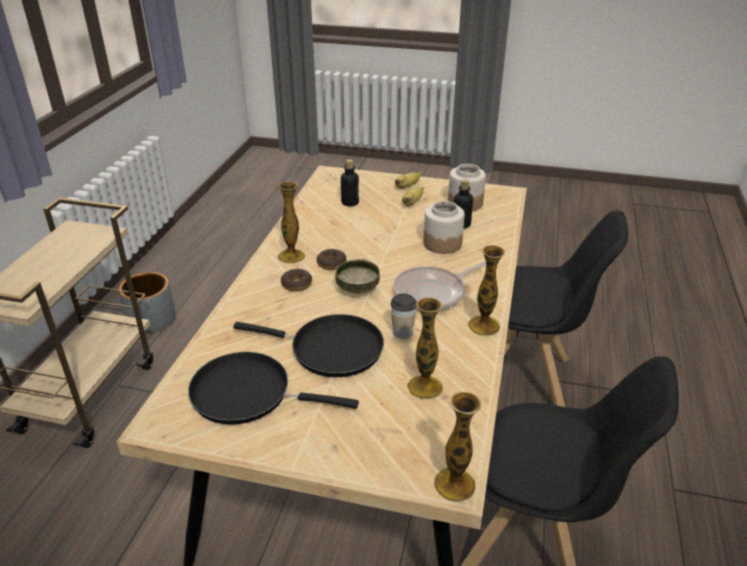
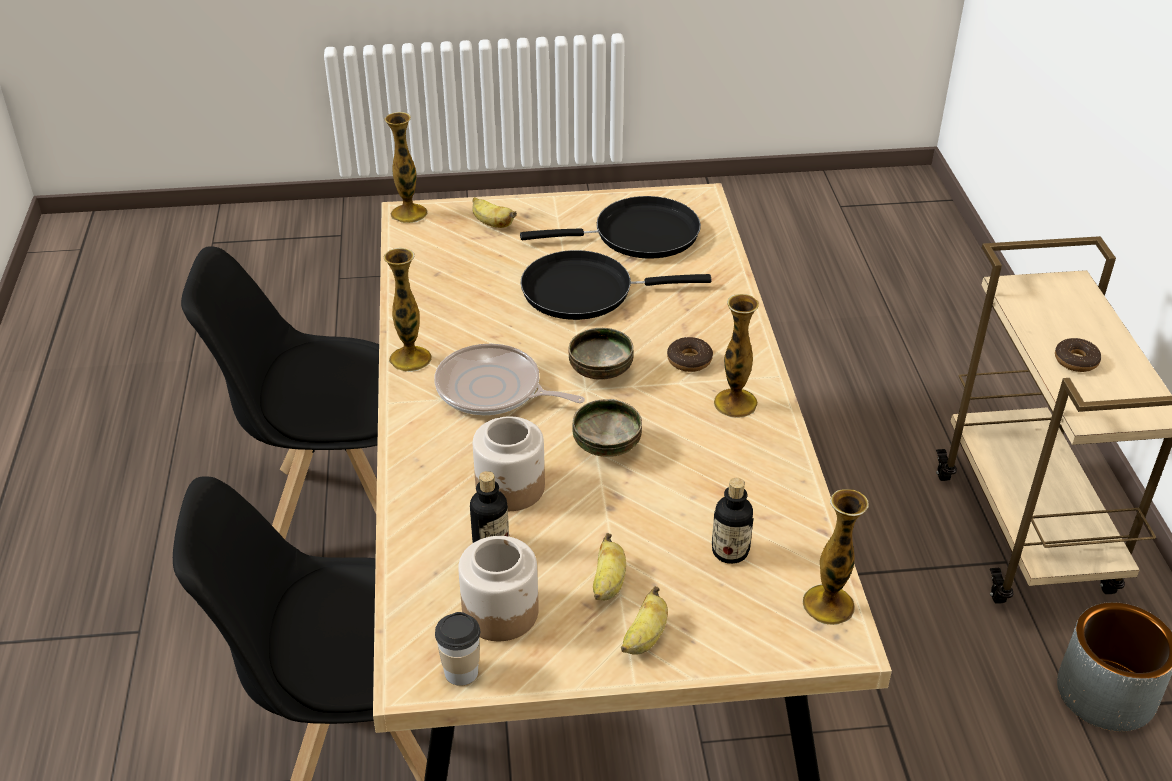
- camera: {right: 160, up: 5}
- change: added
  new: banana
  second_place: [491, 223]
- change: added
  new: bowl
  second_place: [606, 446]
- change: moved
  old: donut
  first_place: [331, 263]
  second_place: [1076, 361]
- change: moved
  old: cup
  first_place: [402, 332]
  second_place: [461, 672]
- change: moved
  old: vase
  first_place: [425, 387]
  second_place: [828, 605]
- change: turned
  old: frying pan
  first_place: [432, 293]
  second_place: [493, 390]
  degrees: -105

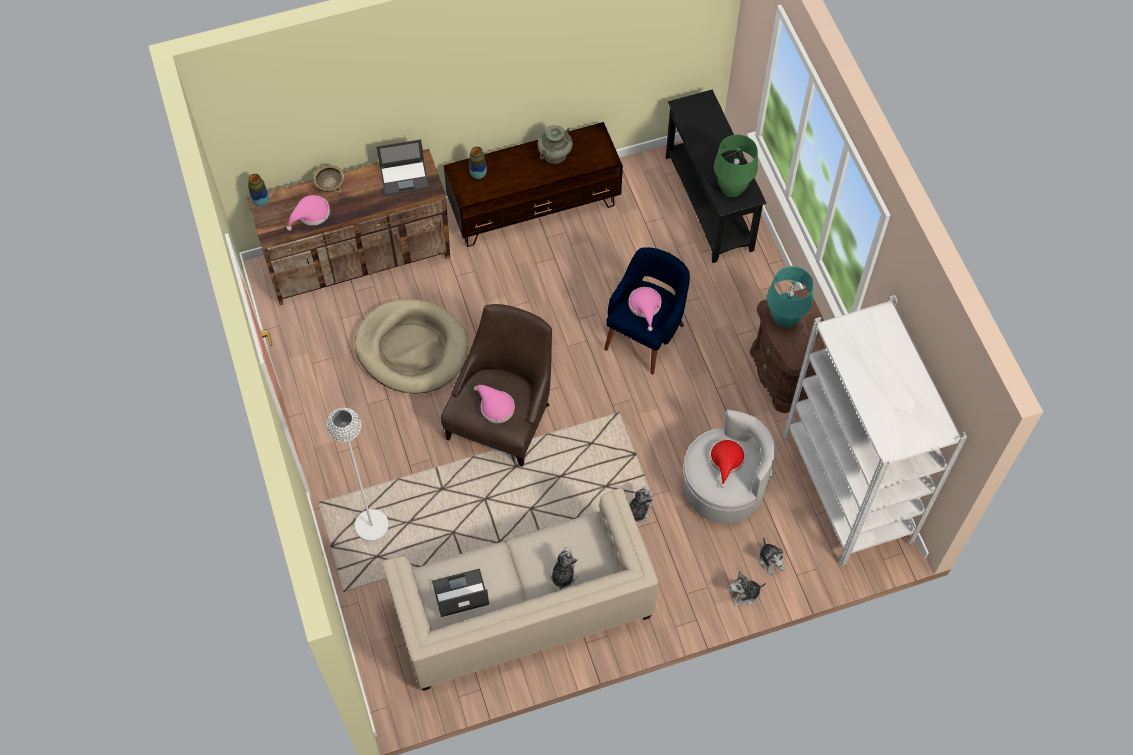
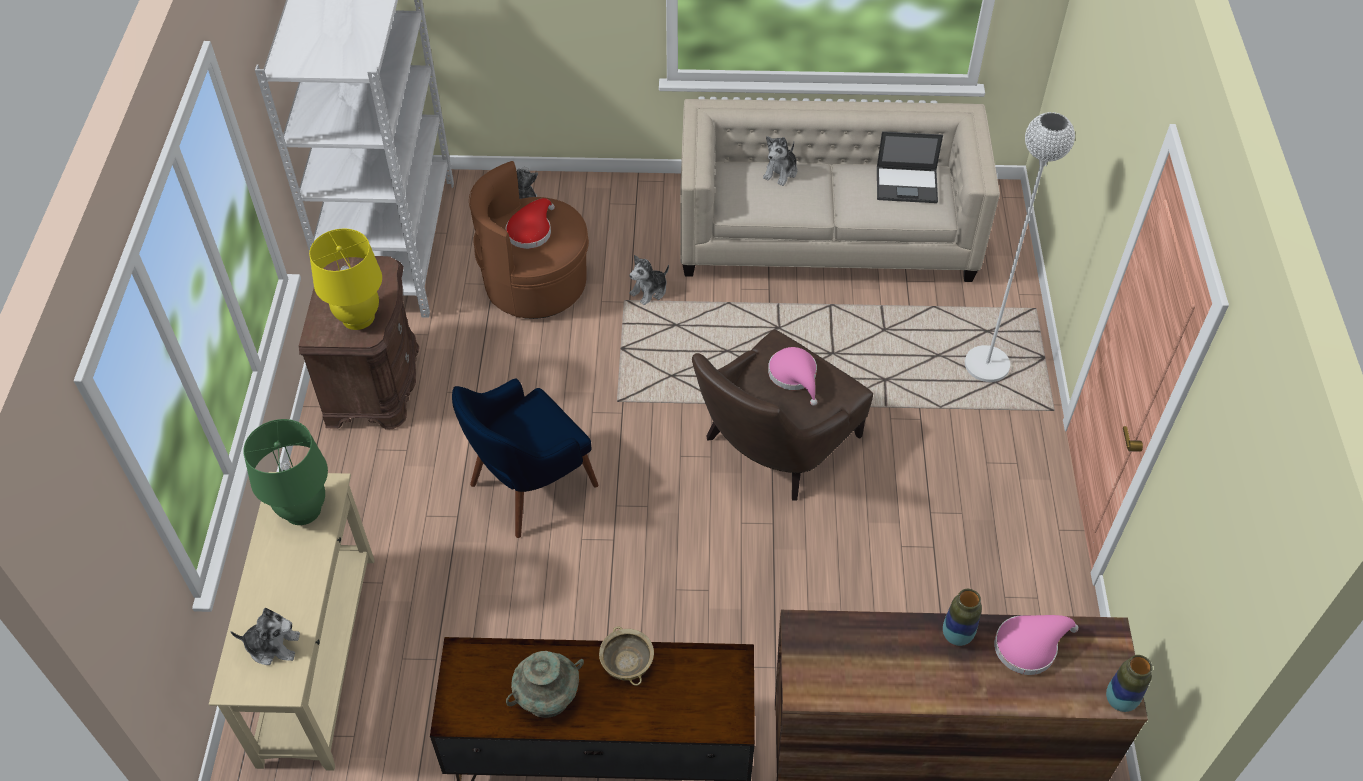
- camera: {right: -160, up: -10}
- change: removed
  old: dog bed (beige)
  first_place: [412, 349]
- change: removed
  old: laptop
  first_place: [405, 177]
- change: removed
  old: hat (pink)
  first_place: [645, 307]
- change: moved
  old: bowl (beige)
  first_place: [330, 184]
  second_place: [626, 663]
- change: moved
  old: vase
  first_place: [478, 174]
  second_place: [957, 635]
- change: moved
  old: plush toy
  first_place: [744, 594]
  second_place: [273, 645]
- change: recoloured
  old: console table (black)
  new: console table (beige)
  first_place: [709, 204]
  second_place: [317, 658]
- change: recoloured
  old: armchair (white)
  new: armchair (brown)
  first_place: [723, 489]
  second_place: [536, 284]
- change: recoloured
  old: table lamp (turquoise)
  new: table lamp (yellow)
  first_place: [785, 318]
  second_place: [358, 317]

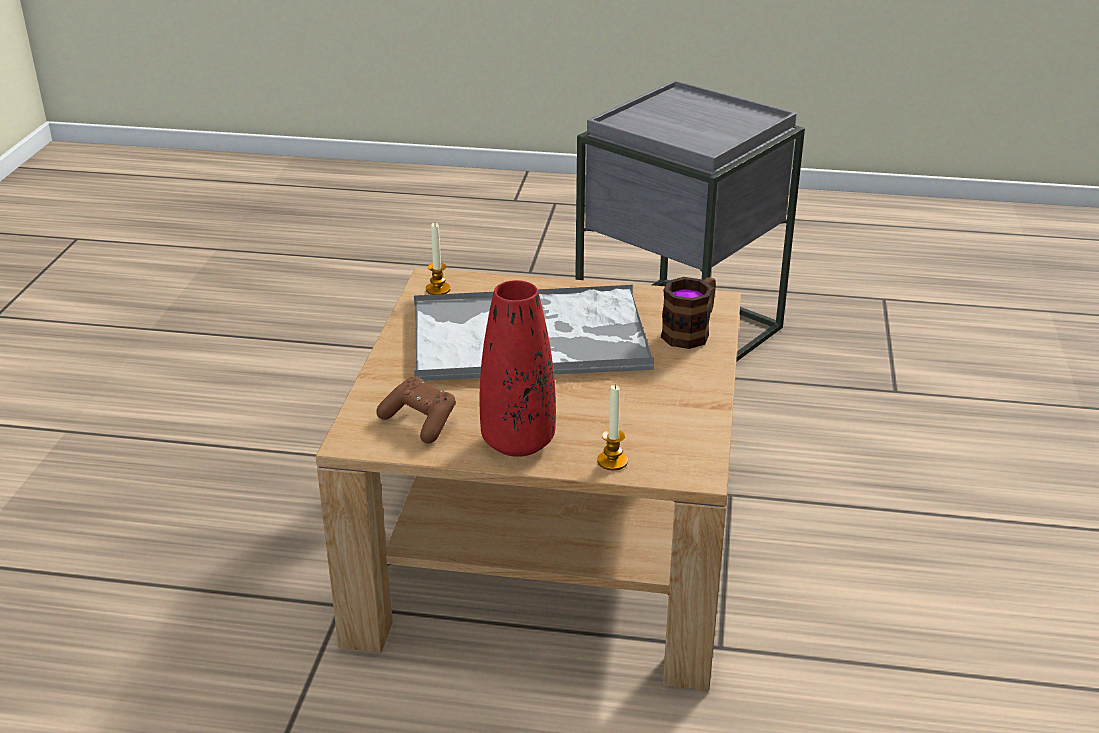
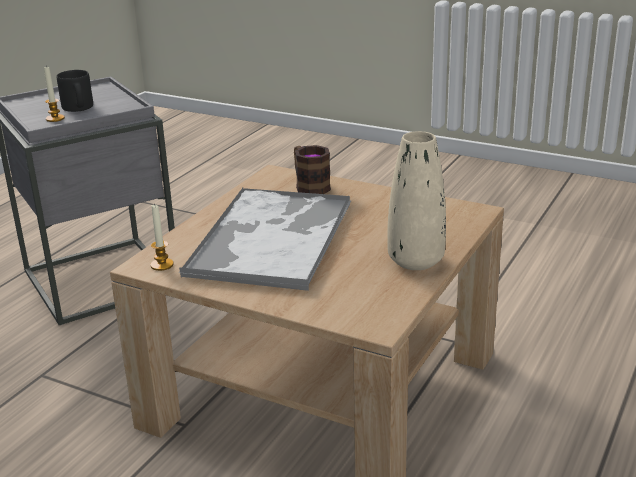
- camera: {right: -70, up: -5}
- change: removed
  old: game controller (brown)
  first_place: [420, 421]
- change: added
  new: mug (black)
  second_place: [78, 108]
- change: moved
  old: candle
  first_place: [612, 461]
  second_place: [55, 118]
- change: recoloured
  old: vase (red)
  new: vase (beige)
  first_place: [518, 442]
  second_place: [415, 261]

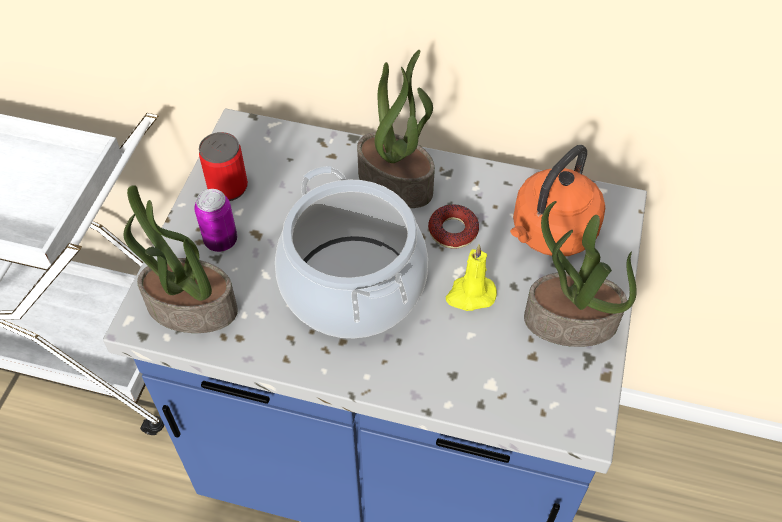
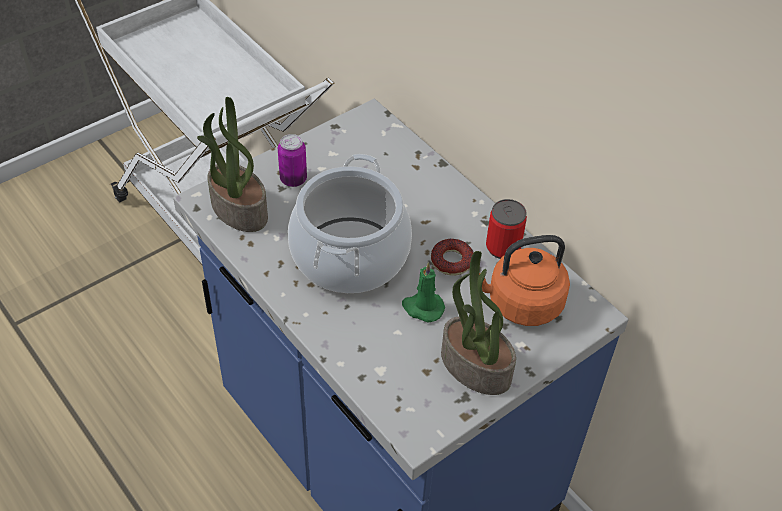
- camera: {right: 35, up: -5}
- change: removed
  old: potted plant
  first_place: [397, 183]
- change: moved
  old: can
  first_place: [228, 187]
  second_place: [503, 247]
- change: recoloured
  old: candle (yellow)
  new: candle (green)
  first_place: [470, 295]
  second_place: [422, 307]

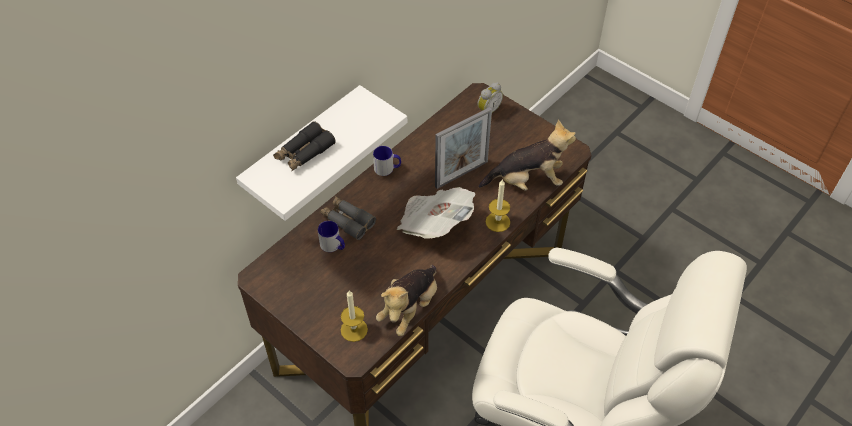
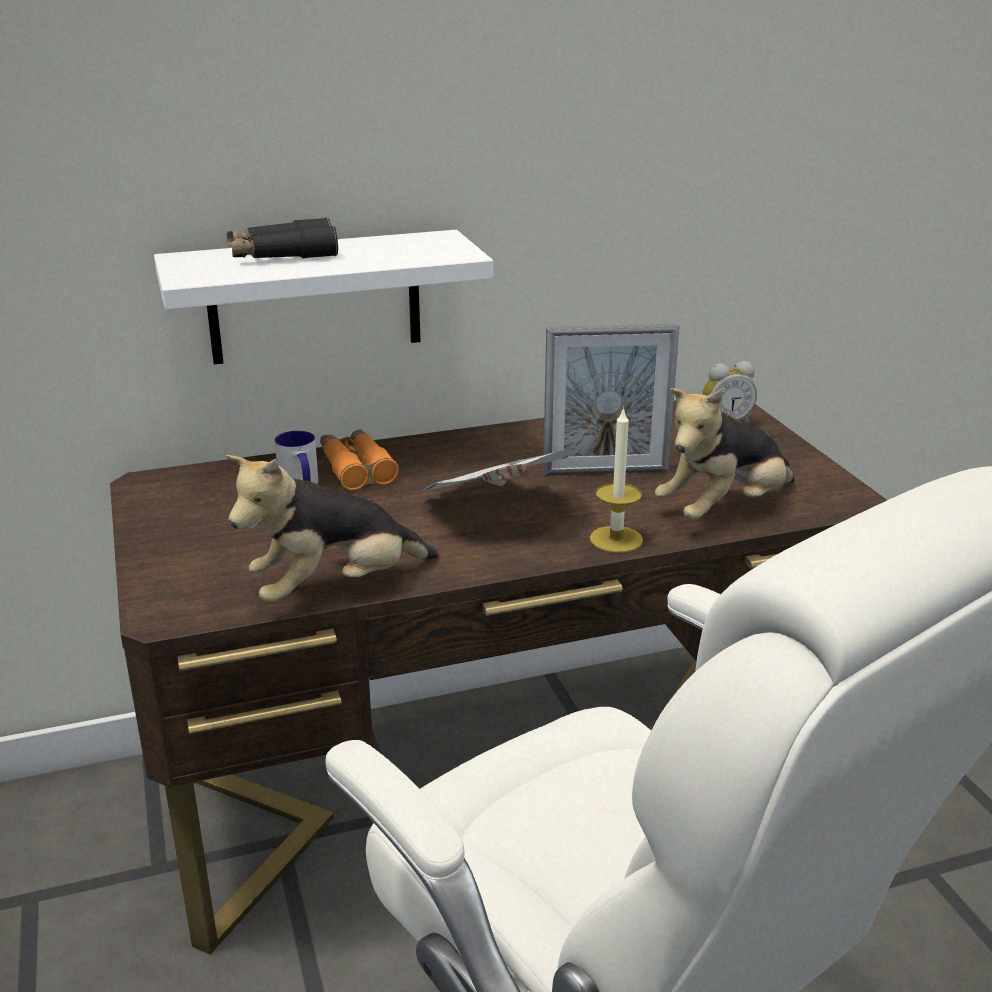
- camera: {right: 30, up: -25}
- change: removed
  old: candle
  first_place: [354, 329]
- change: removed
  old: mug
  first_place: [387, 168]
- change: recoloured
  old: binoculars (grey)
  new: binoculars (orange)
  first_place: [347, 221]
  second_place: [356, 468]
- change: turned
  old: plush toy
  first_place: [527, 181]
  second_place: [724, 510]
  degrees: 120

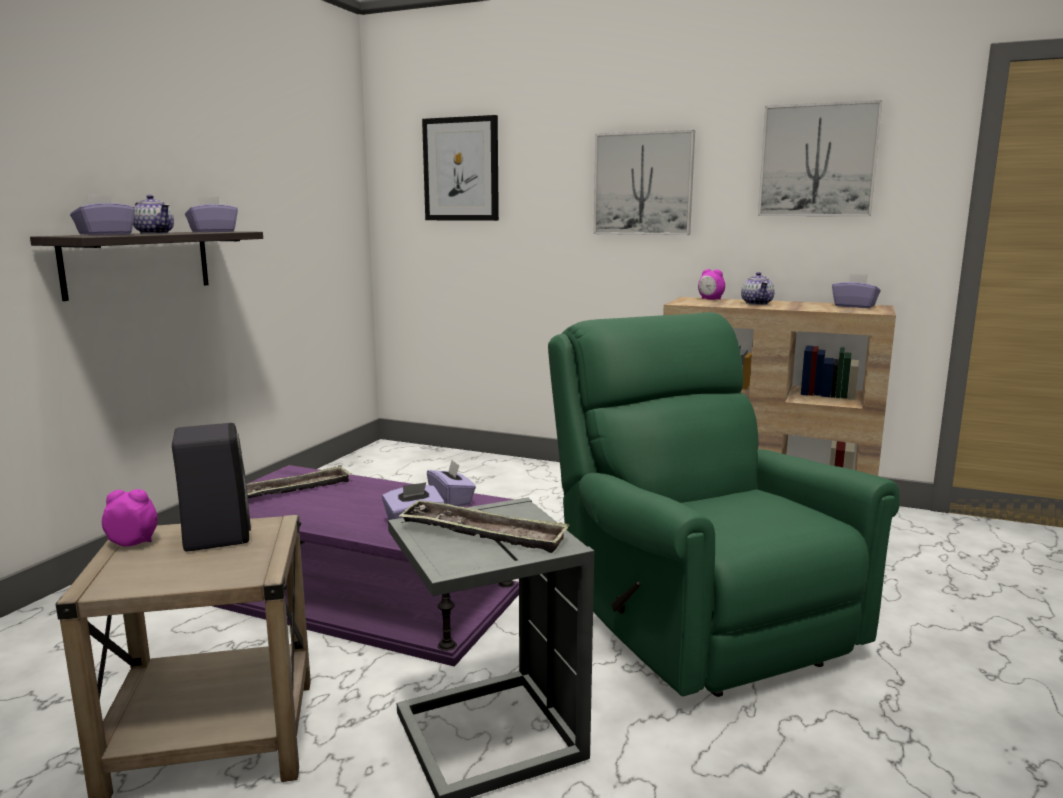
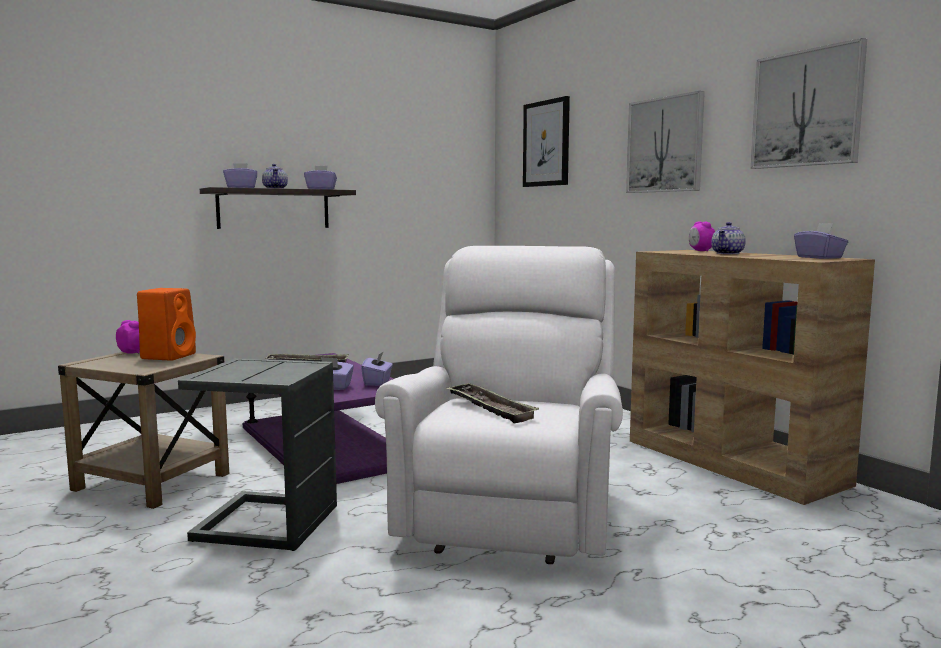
- camera: {right: 35, up: -5}
- change: moved
  old: tray
  first_place: [483, 534]
  second_place: [489, 408]
- change: recoloured
  old: speaker (black)
  new: speaker (orange)
  first_place: [216, 535]
  second_place: [169, 356]
- change: recoloured
  old: armchair (green)
  new: armchair (white)
  first_place: [695, 617]
  second_place: [512, 511]

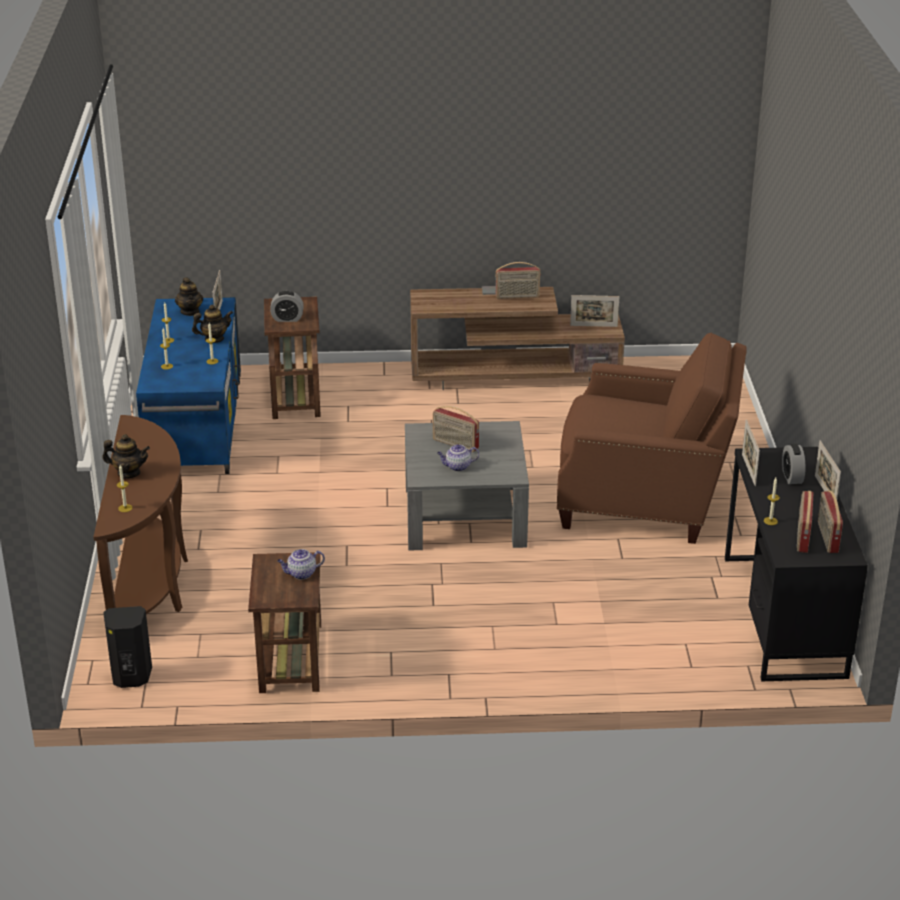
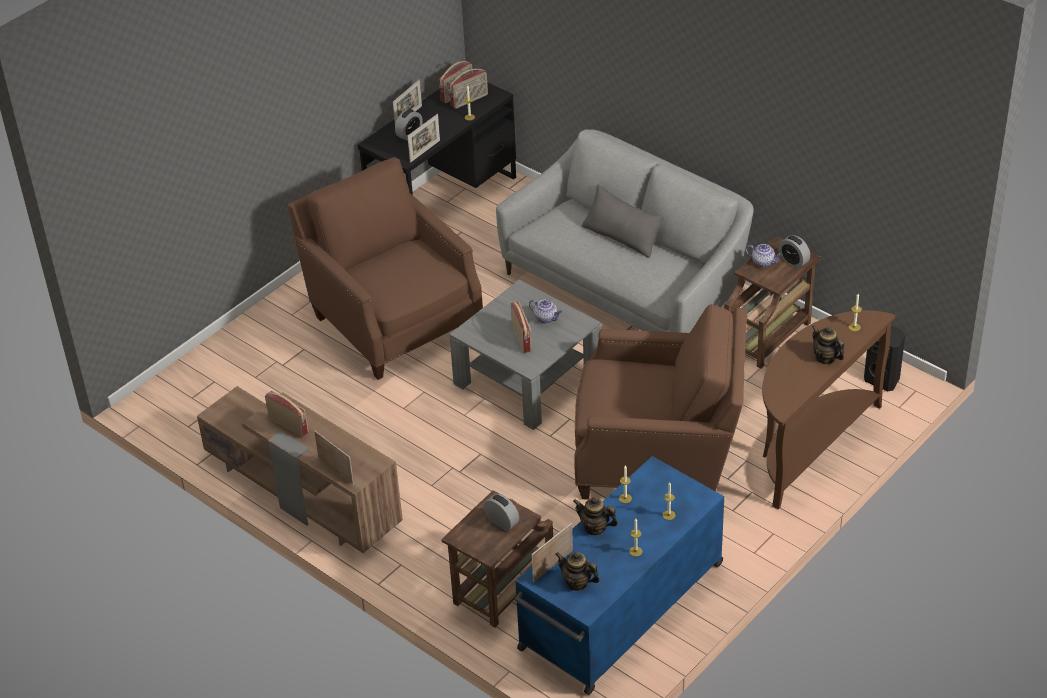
- camera: {right: -135, up: 10}
- change: added
  new: sofa (grey)
  second_place: [628, 286]
- change: added
  new: armchair (brown)
  second_place: [659, 457]
- change: added
  new: alarm clock
  second_place: [793, 261]
- change: moved
  old: picture frame
  first_place: [593, 326]
  second_place: [335, 470]
- change: turned
  old: teapot
  first_place: [190, 312]
  second_place: [577, 583]
  degrees: -90

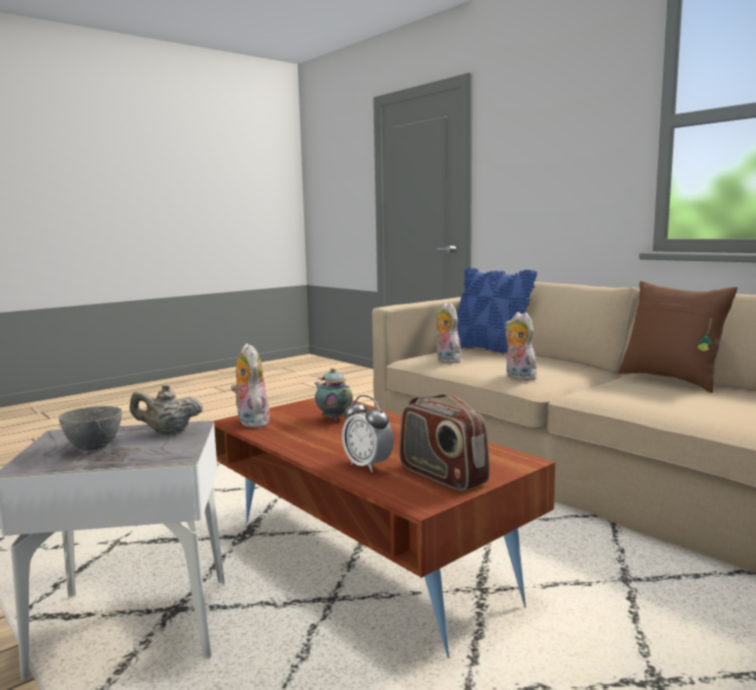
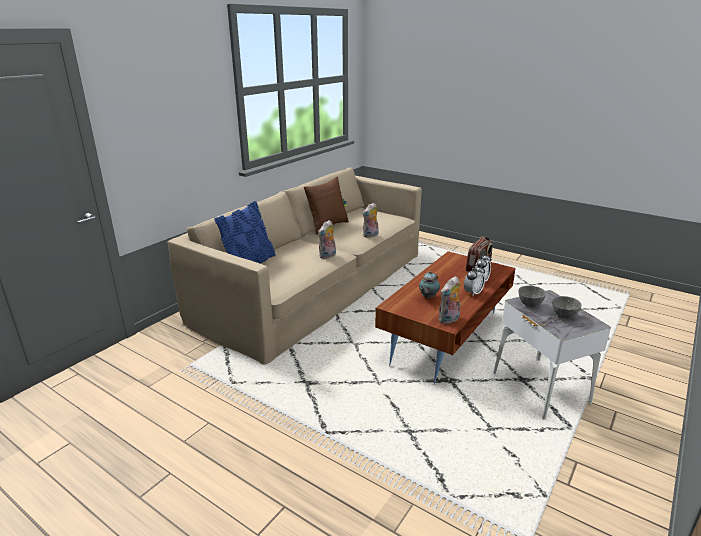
- camera: {right: -105, up: 15}
- change: added
  new: alarm clock
  second_place: [473, 293]
- change: moved
  old: plush toy
  first_place: [446, 360]
  second_place: [371, 235]
- change: replaced
  old: teapot (beige)
  new: bowl (grey)
  first_place: [168, 432]
  second_place: [530, 305]

